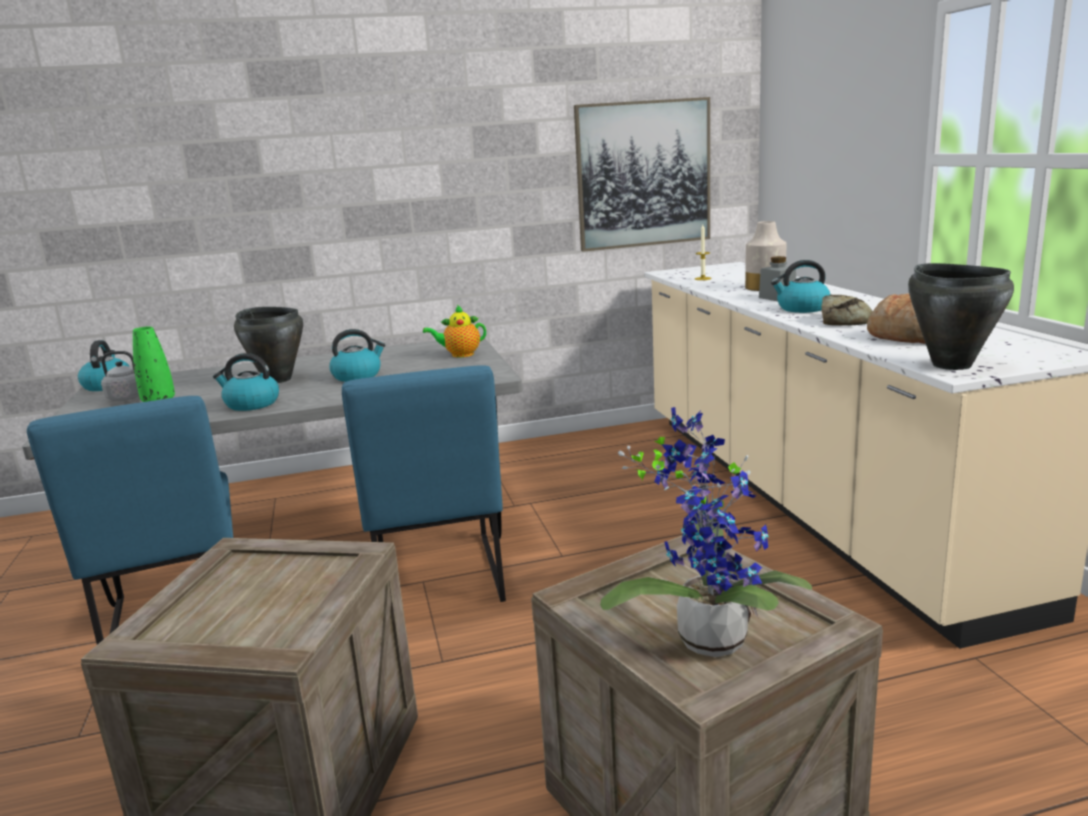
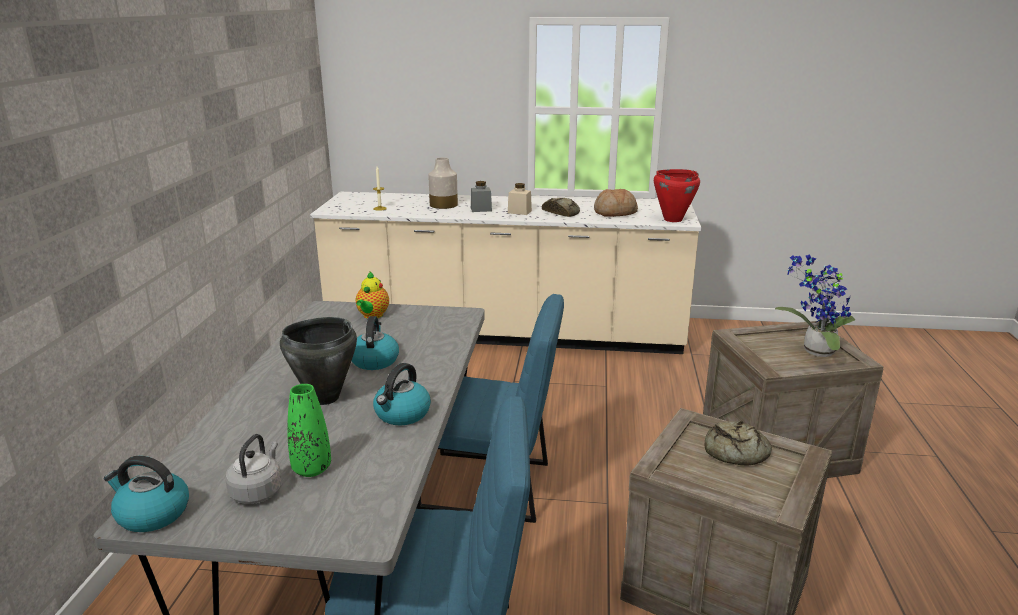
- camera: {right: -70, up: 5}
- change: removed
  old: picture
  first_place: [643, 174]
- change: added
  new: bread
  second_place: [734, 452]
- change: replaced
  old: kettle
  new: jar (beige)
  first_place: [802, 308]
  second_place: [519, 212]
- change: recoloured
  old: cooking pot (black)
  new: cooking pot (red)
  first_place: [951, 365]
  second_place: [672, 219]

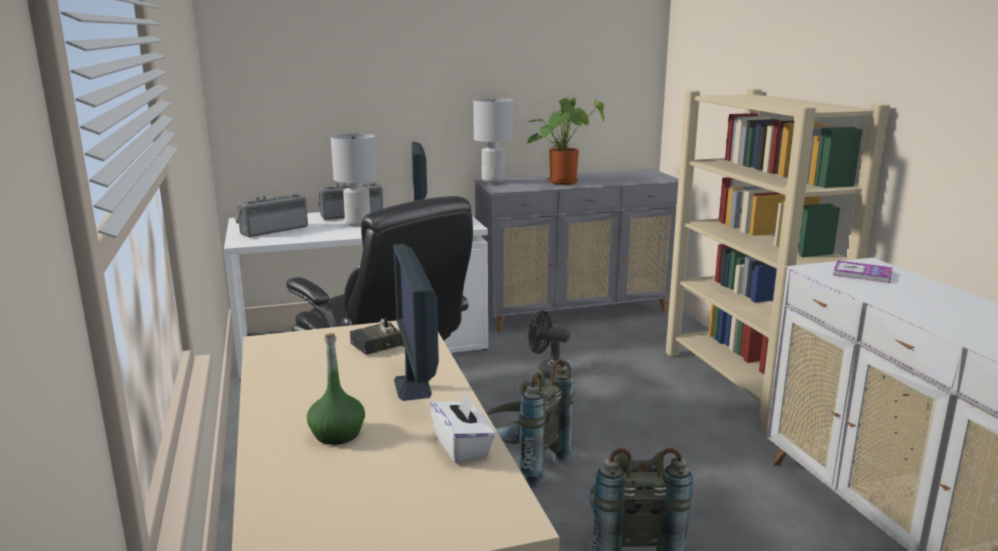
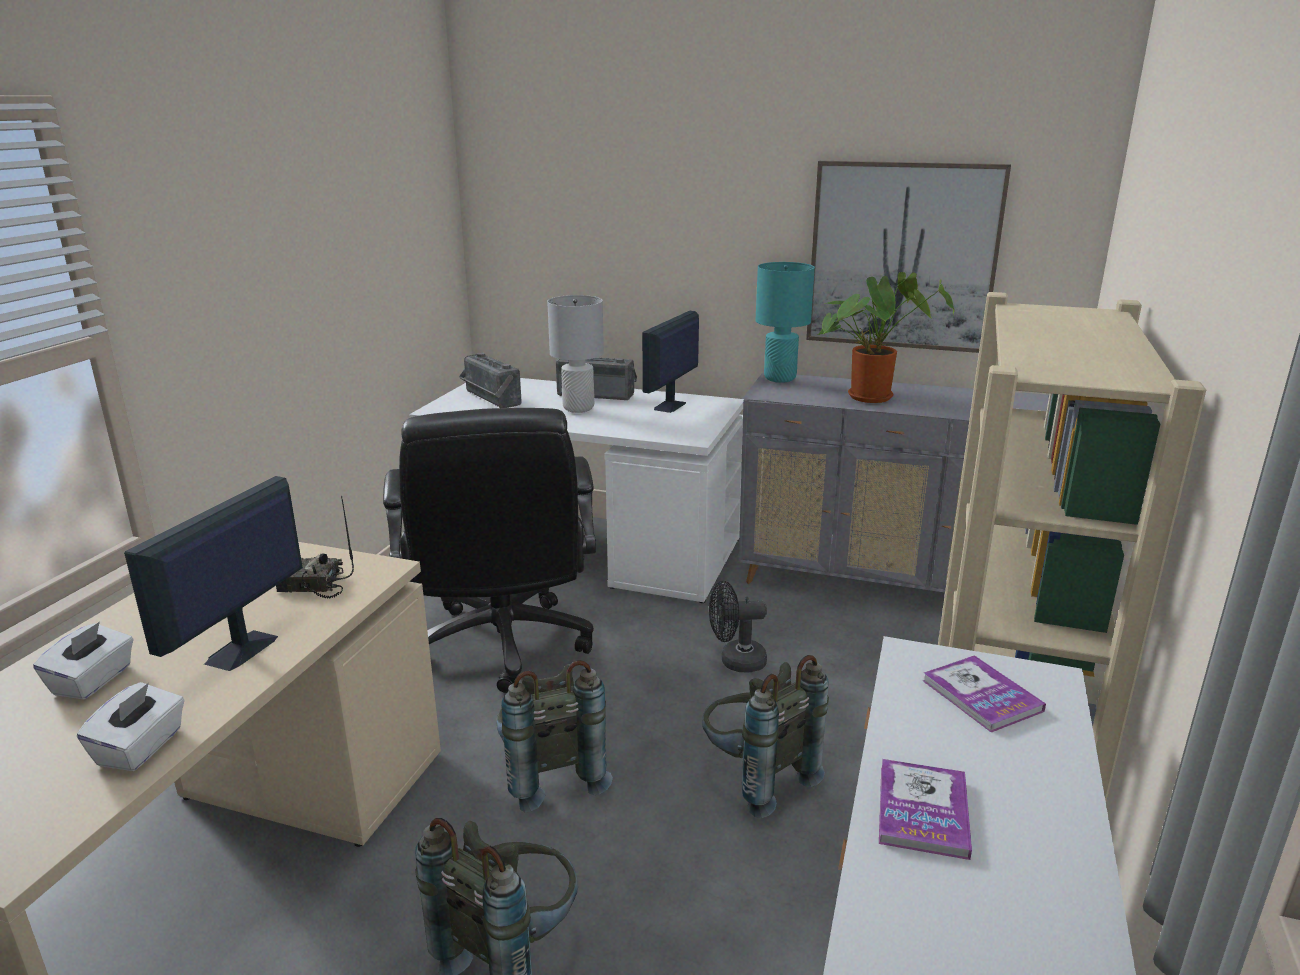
- camera: {right: 35, up: 5}
- change: added
  new: backpack (grey)
  second_place: [755, 778]
- change: added
  new: picture
  second_place: [902, 256]
- change: added
  new: book
  second_place: [922, 810]
- change: replaced
  old: bottle (green)
  new: tissue box (white)
  first_place: [337, 434]
  second_place: [93, 680]
- change: recoloured
  old: table lamp (grey)
  new: table lamp (turquoise)
  first_place: [493, 182]
  second_place: [780, 380]
- change: turned
  old: radio
  first_place: [273, 230]
  second_place: [489, 399]
  degrees: -120
- change: turned
  old: fan (black)
  first_place: [548, 372]
  second_place: [735, 661]
  degrees: -60

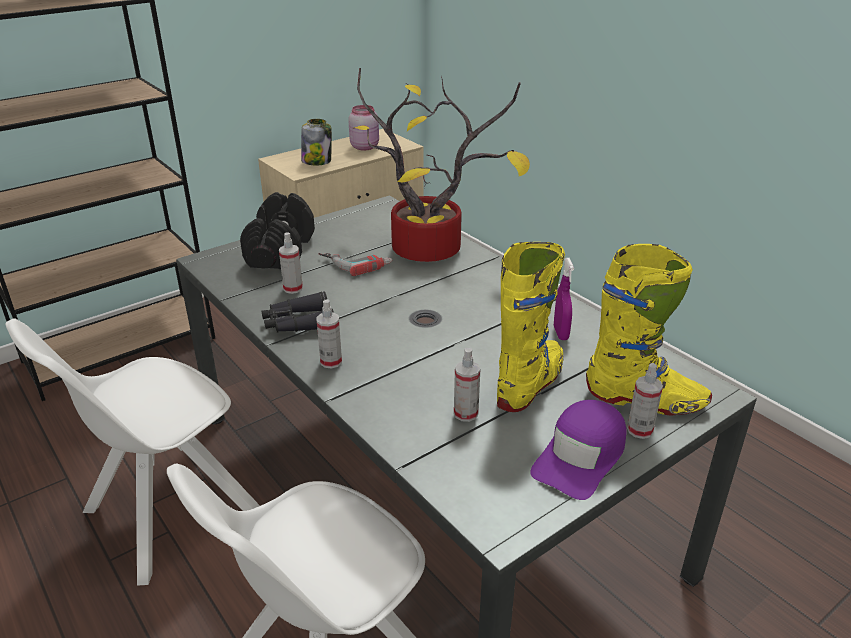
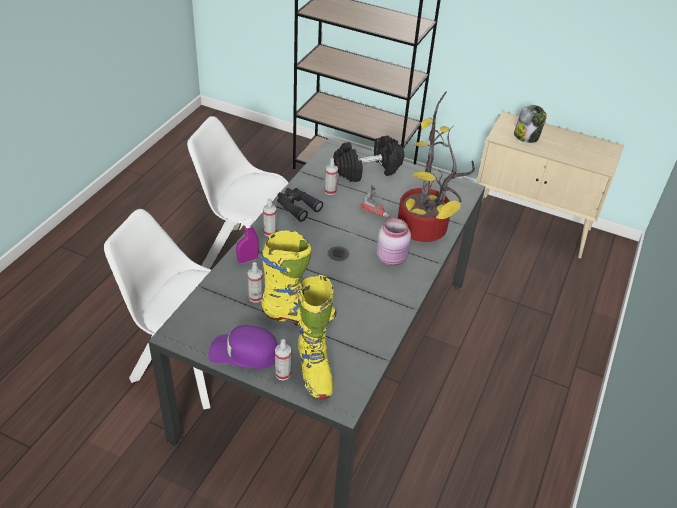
- camera: {right: 60, up: 10}
- change: moved
  old: jar (pink)
  first_place: [365, 147]
  second_place: [392, 258]
- change: moved
  old: spray bottle (purple)
  first_place: [560, 333]
  second_place: [247, 260]

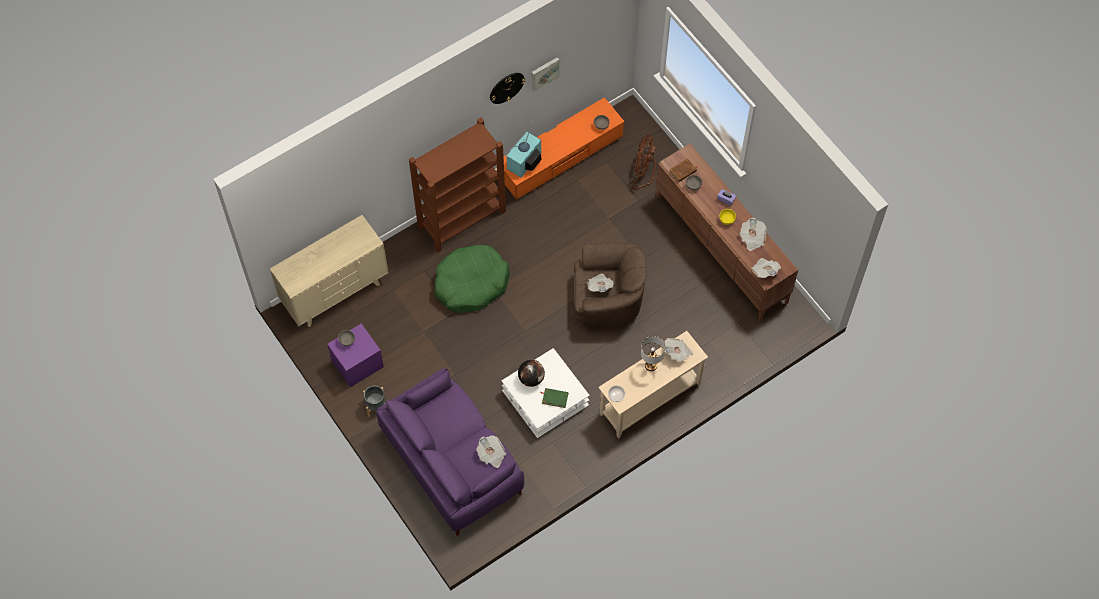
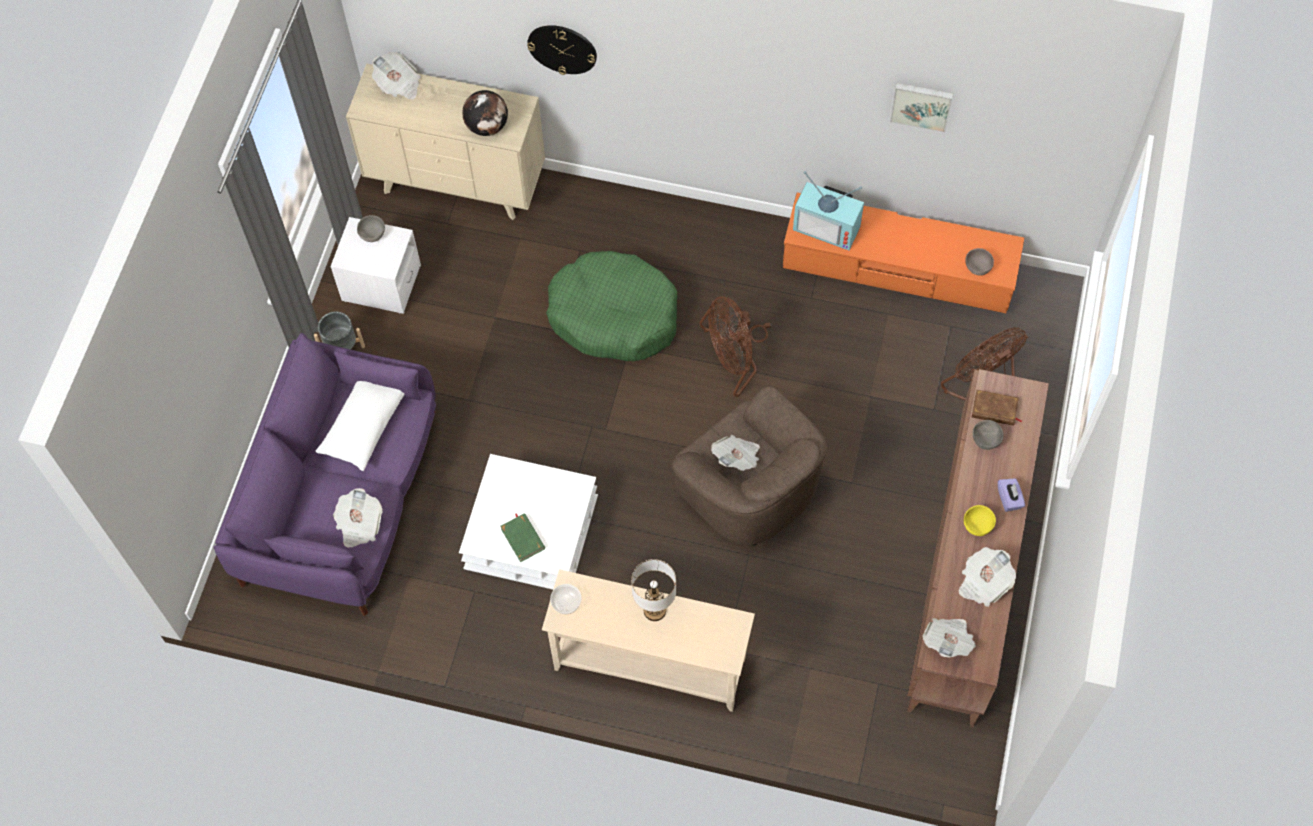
- camera: {right: 50, up: 0}
- change: removed
  old: bookcase (brown)
  first_place: [461, 218]
- change: added
  new: pillow (white)
  second_place: [364, 426]
- change: added
  new: fan (brown)
  second_place: [735, 354]
- change: moved
  old: wall clock
  first_place: [506, 87]
  second_place: [562, 48]
- change: moved
  old: globe
  first_place: [531, 378]
  second_place: [487, 126]
- change: moved
  old: newspaper
  first_place: [677, 353]
  second_place: [398, 85]
- change: recoloured
  old: nightstand (purple)
  new: nightstand (white)
  first_place: [357, 364]
  second_place: [381, 283]
- change: turned
  old: television
  first_place: [525, 162]
  second_place: [828, 226]
  degrees: -150

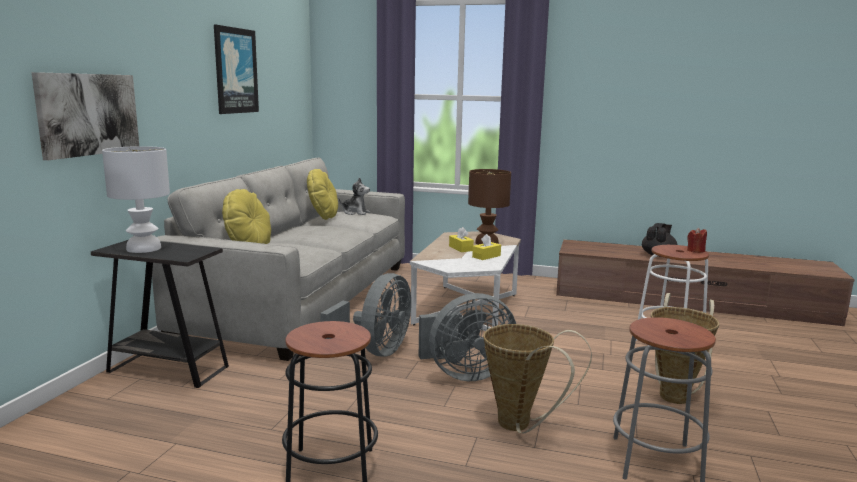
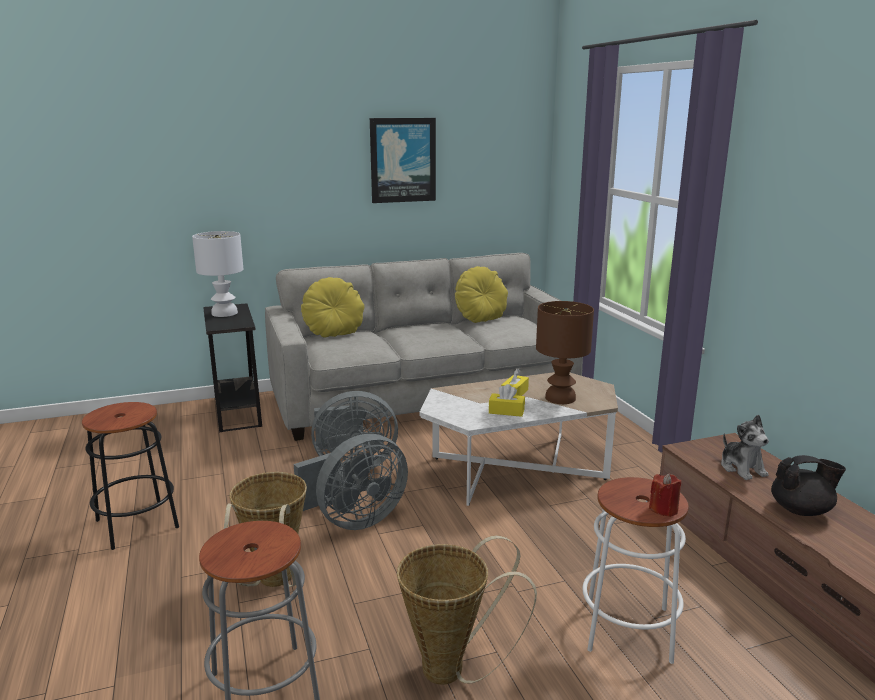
- camera: {right: 55, up: 5}
- change: removed
  old: picture
  first_place: [88, 114]
- change: moved
  old: plush toy
  first_place: [355, 213]
  second_place: [742, 468]
- change: turned
  old: fan (grey)
  first_place: [465, 374]
  second_place: [355, 520]
  degrees: -75

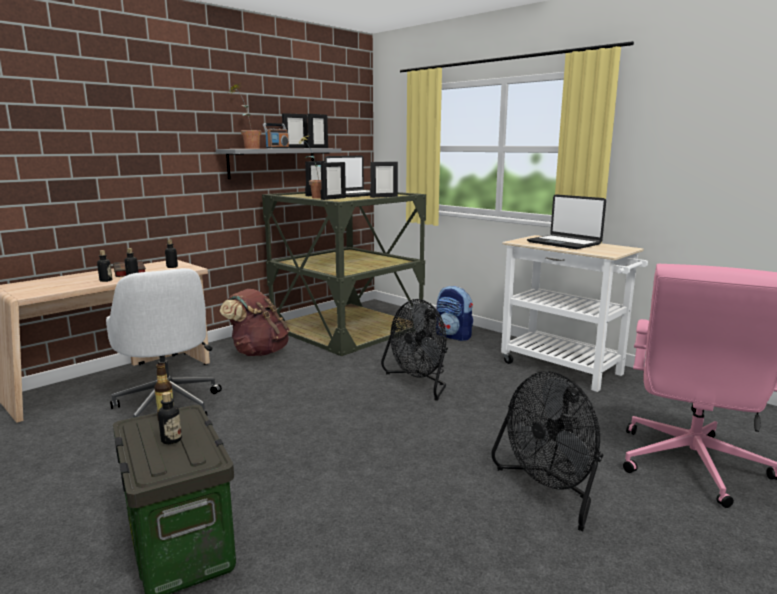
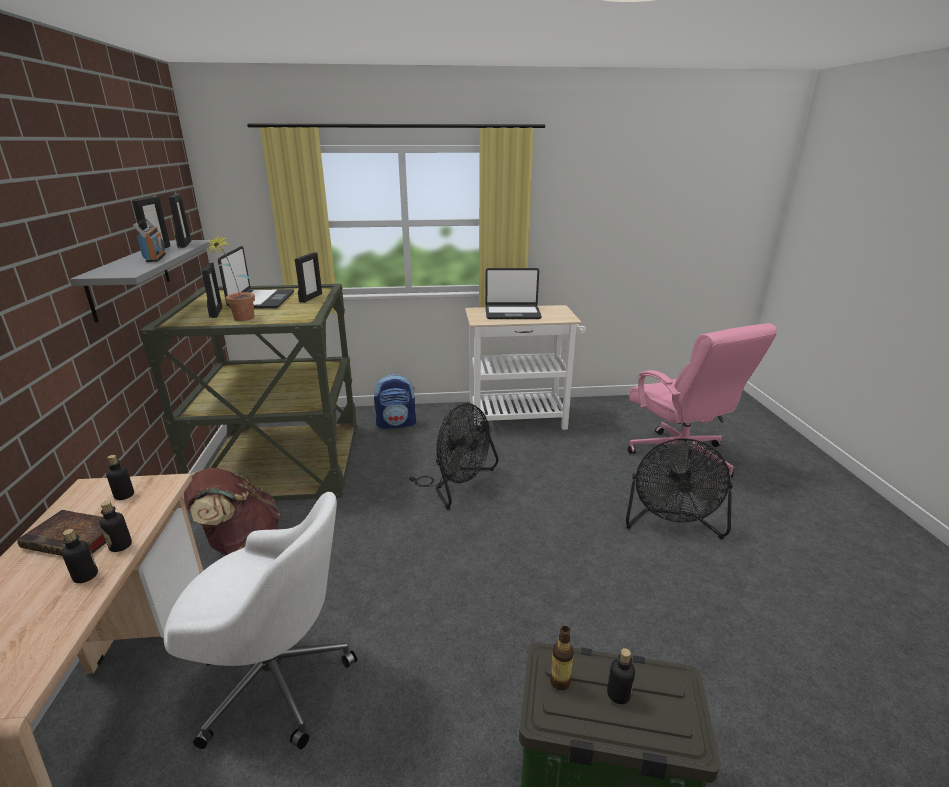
- camera: {right: -50, up: 10}
- change: removed
  old: potted plant
  first_place: [247, 148]
- change: removed
  old: picture frame
  first_place: [333, 198]
- change: turned
  old: fan (black)
  first_place: [421, 381]
  second_place: [456, 484]
  degrees: -60

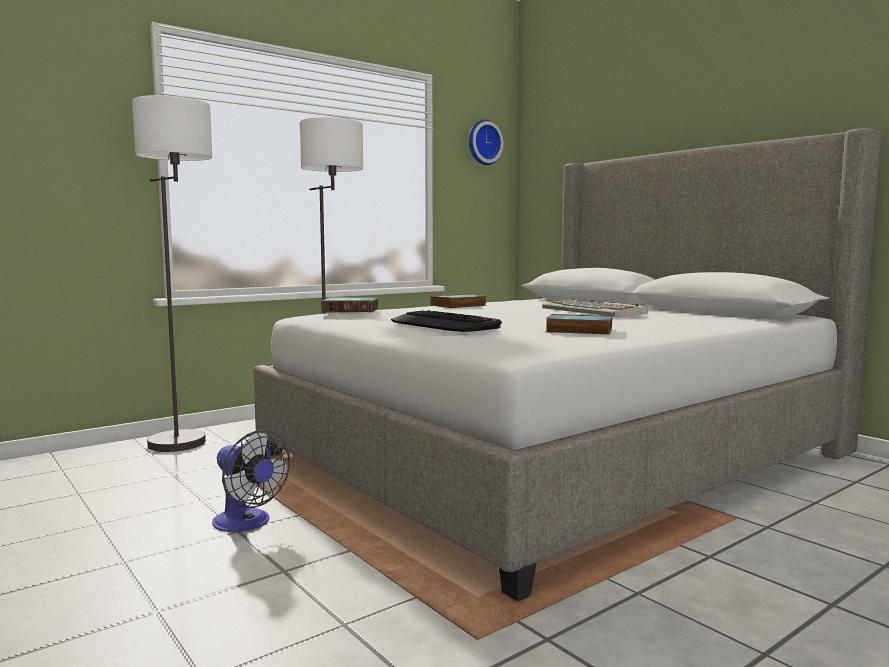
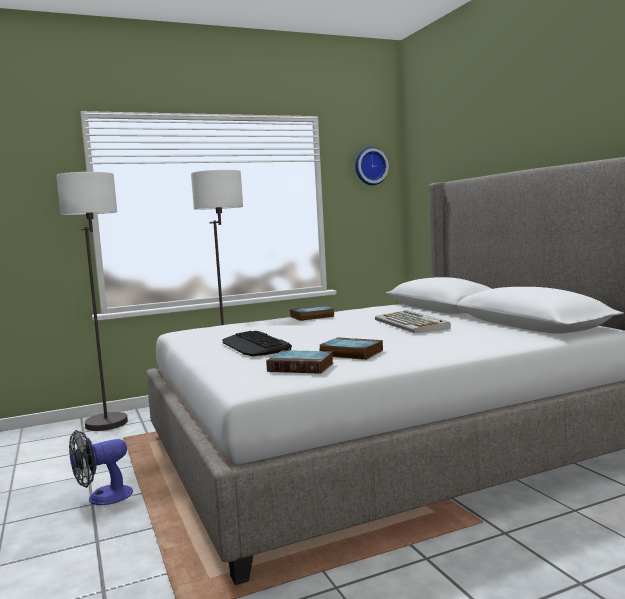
- camera: {right: 15, up: 0}
- change: moved
  old: book
  first_place: [352, 310]
  second_place: [302, 367]
- change: turned
  old: fan
  first_place: [247, 523]
  second_place: [102, 498]
  degrees: 90

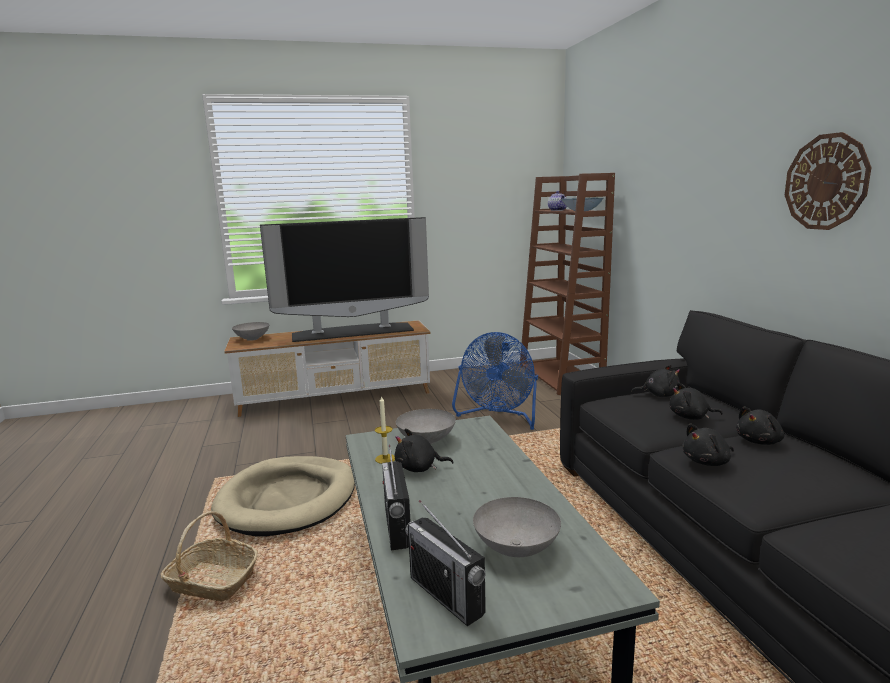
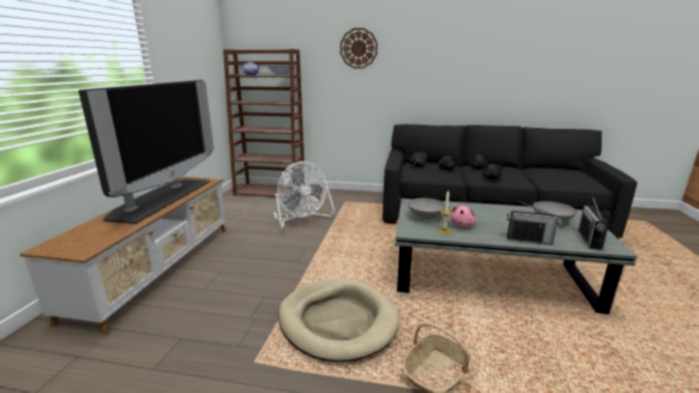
- camera: {right: -65, up: 5}
- change: removed
  old: bowl (grey)
  first_place: [252, 339]
- change: moved
  old: wall clock
  first_place: [826, 182]
  second_place: [358, 48]
- change: recoloured
  old: plush toy (black)
  new: plush toy (pink)
  first_place: [419, 468]
  second_place: [462, 225]
- change: recoloured
  old: fan (blue)
  new: fan (white)
  first_place: [497, 416]
  second_place: [299, 221]
- change: turned
  old: radio
  first_place: [446, 595]
  second_place: [589, 240]
  degrees: 120

